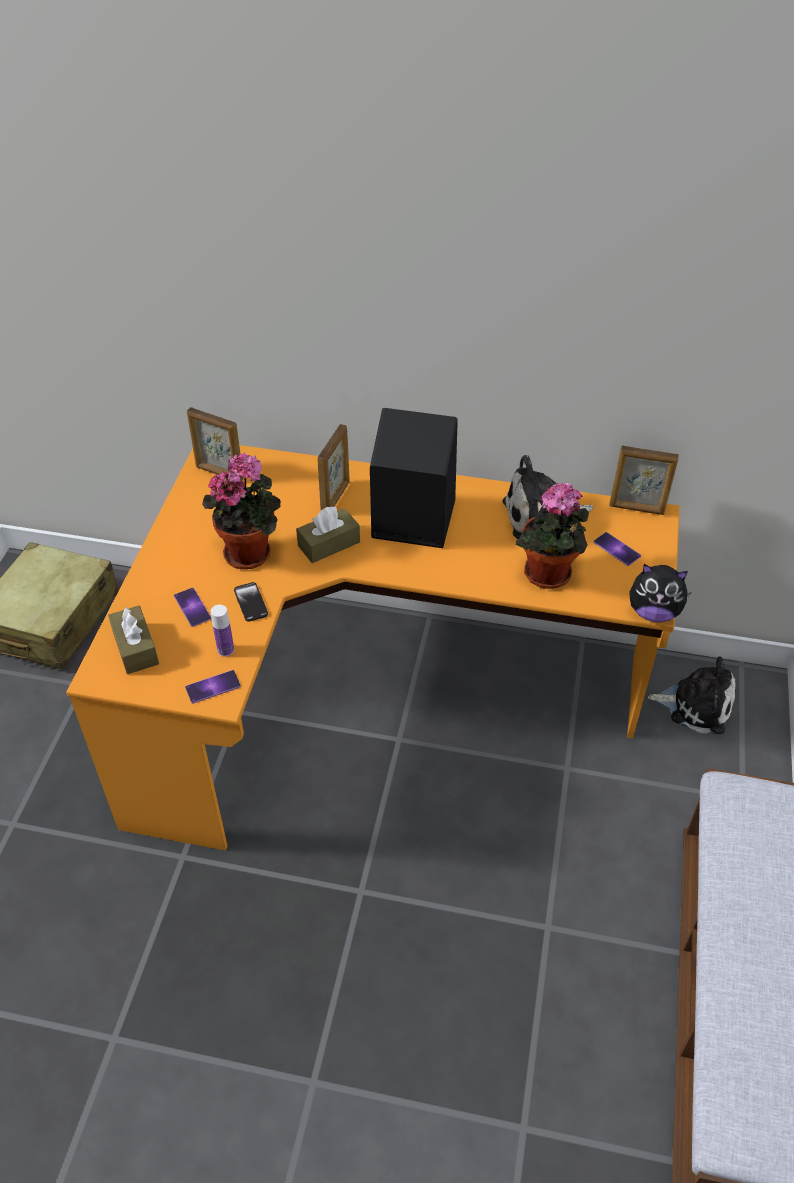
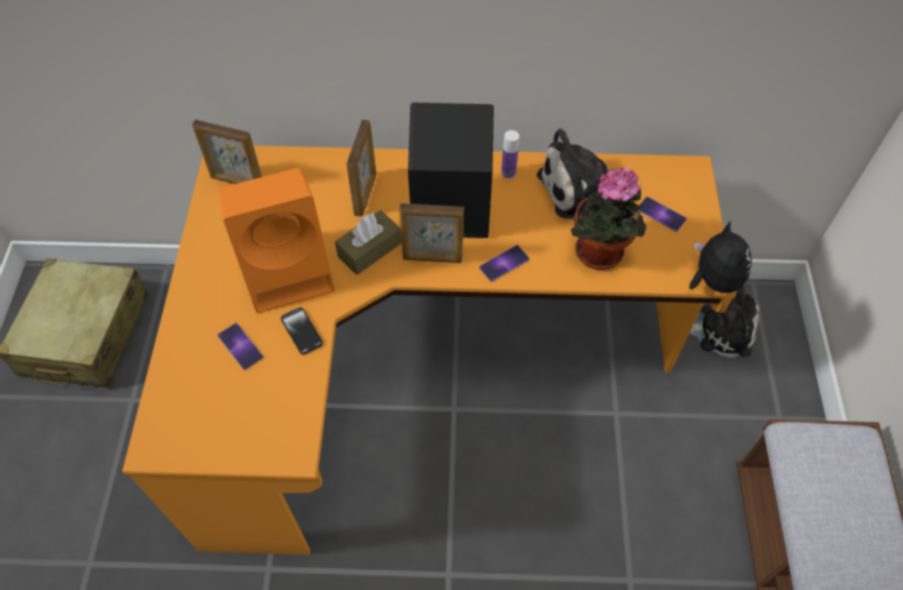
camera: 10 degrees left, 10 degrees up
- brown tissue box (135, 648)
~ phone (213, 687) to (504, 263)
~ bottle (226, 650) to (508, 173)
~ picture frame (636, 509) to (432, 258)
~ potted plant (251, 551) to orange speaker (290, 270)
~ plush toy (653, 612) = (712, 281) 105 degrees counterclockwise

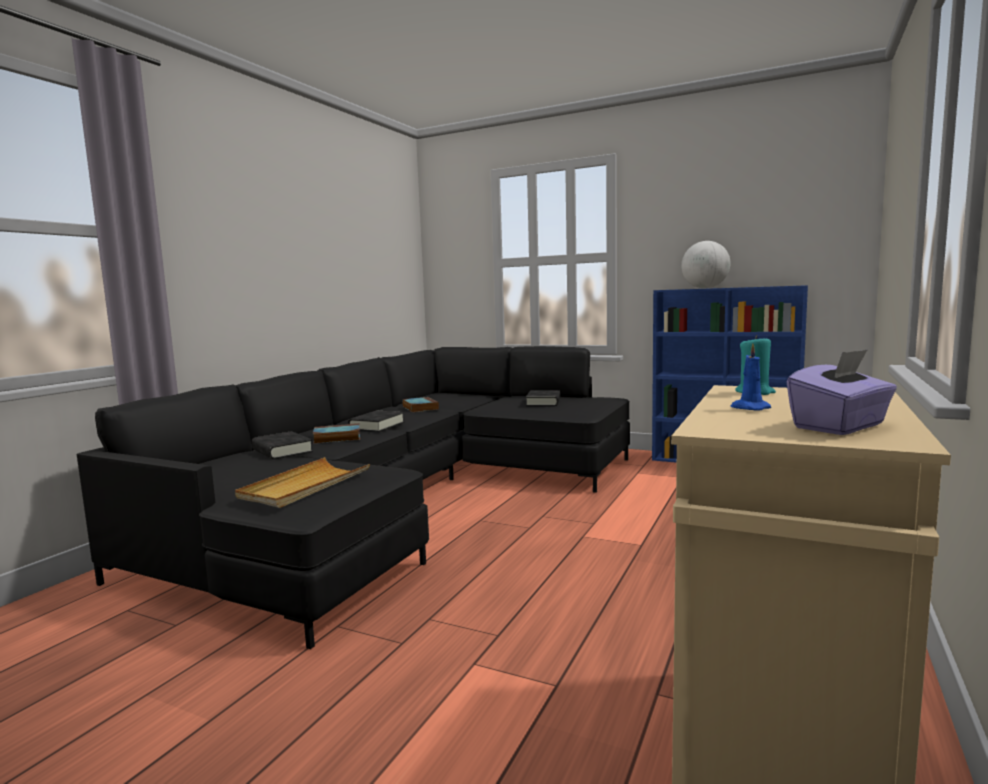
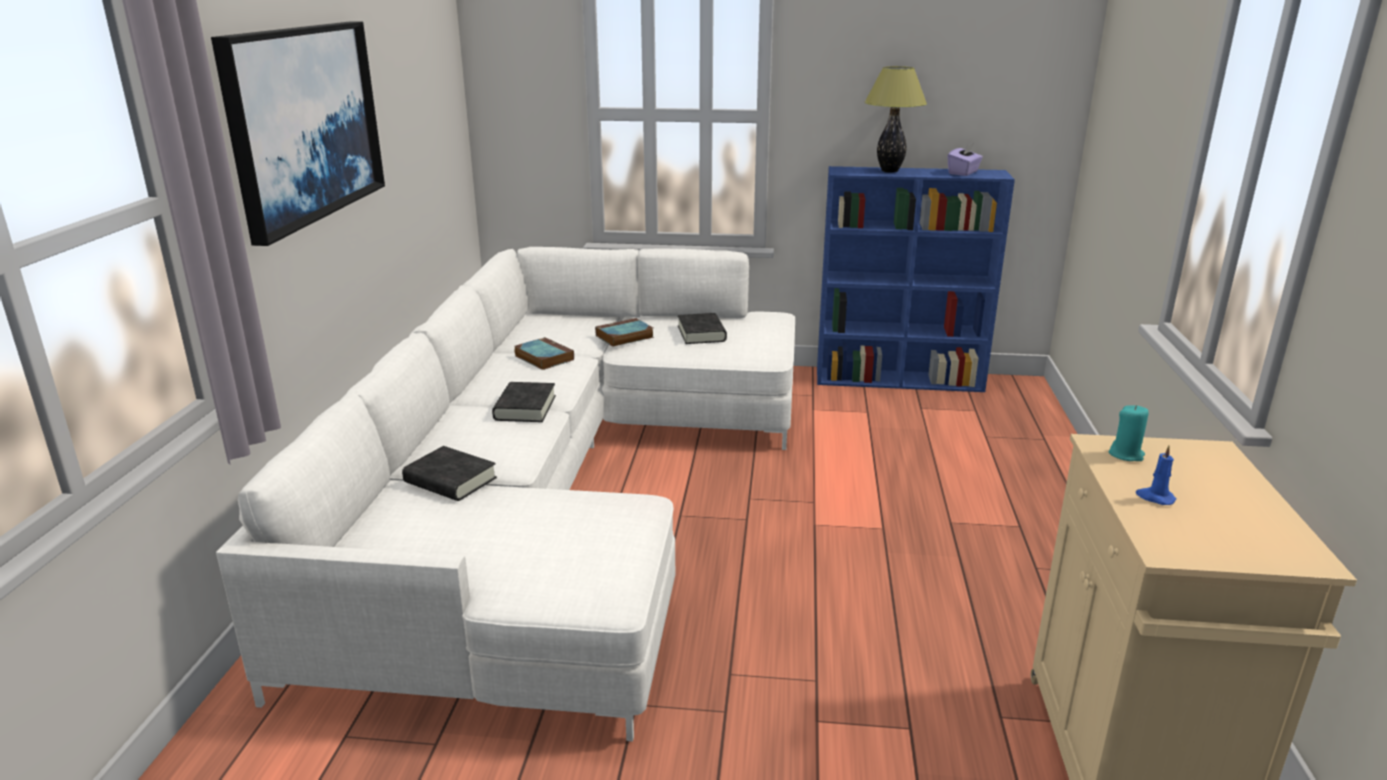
camera: 20 degrees left, 15 degrees up
- beige tray (305, 486)
+ picture (304, 123)
~ book (336, 438) to (624, 337)
~ purple tissue box (840, 427) to (963, 173)
~ globe (705, 288) to table lamp (890, 171)
~ black sofa (408, 499) to white sofa (561, 490)

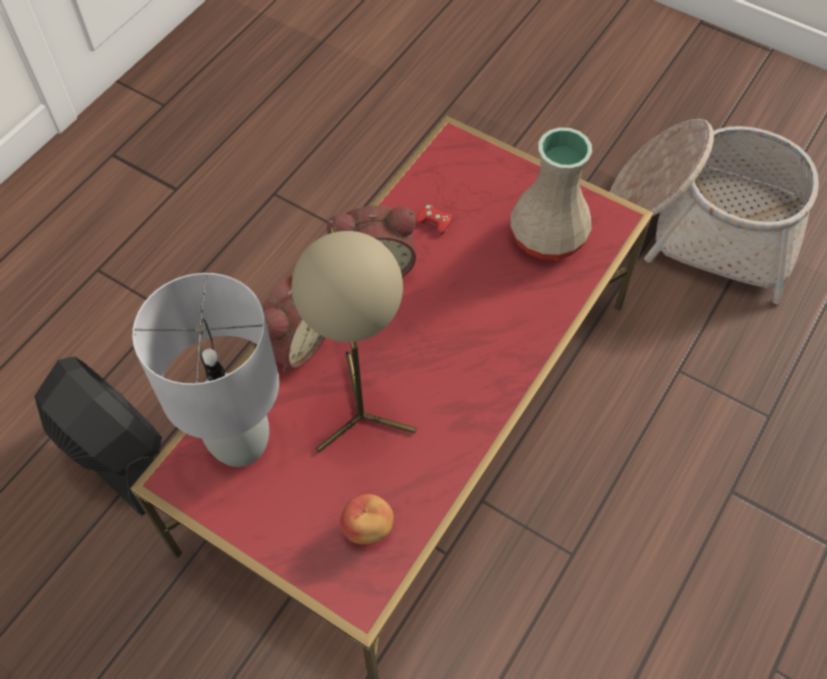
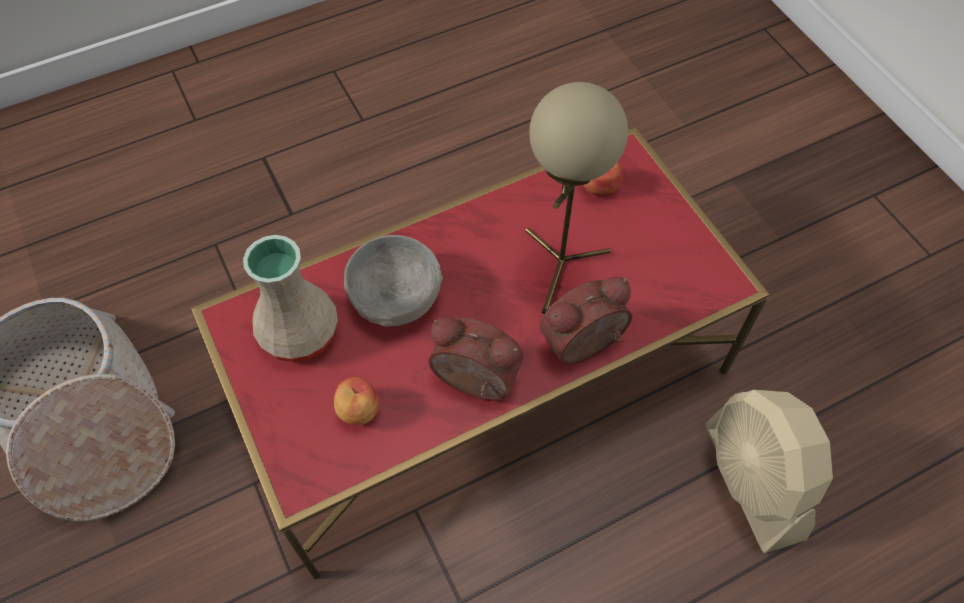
camera: 150 degrees left, 0 degrees up
- grey table lamp (241, 444)
+ grey bowl (394, 297)
~ red game controller (452, 205) to apple (358, 410)
~ black fan (117, 454) to beige fan (753, 481)

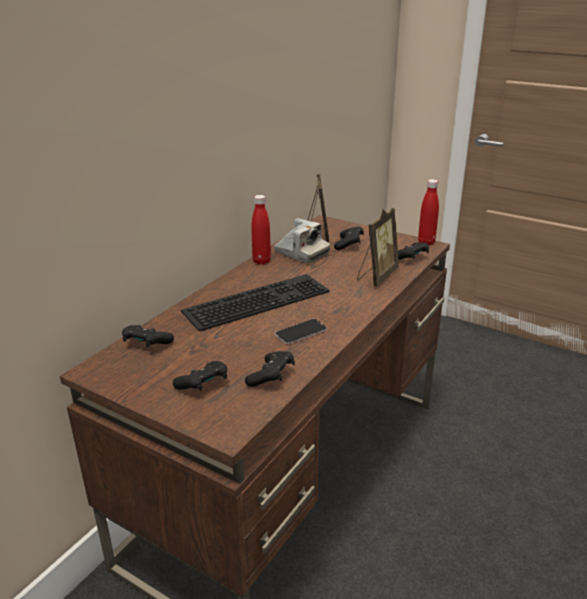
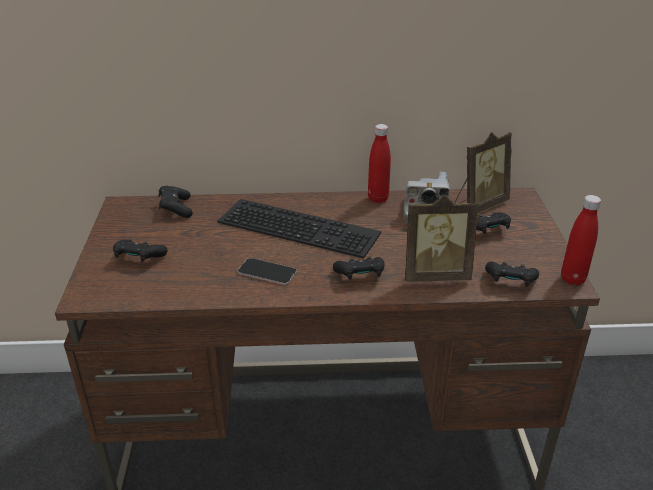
camera: 55 degrees right, 5 degrees up
~ black game controller (271, 377) to (360, 276)

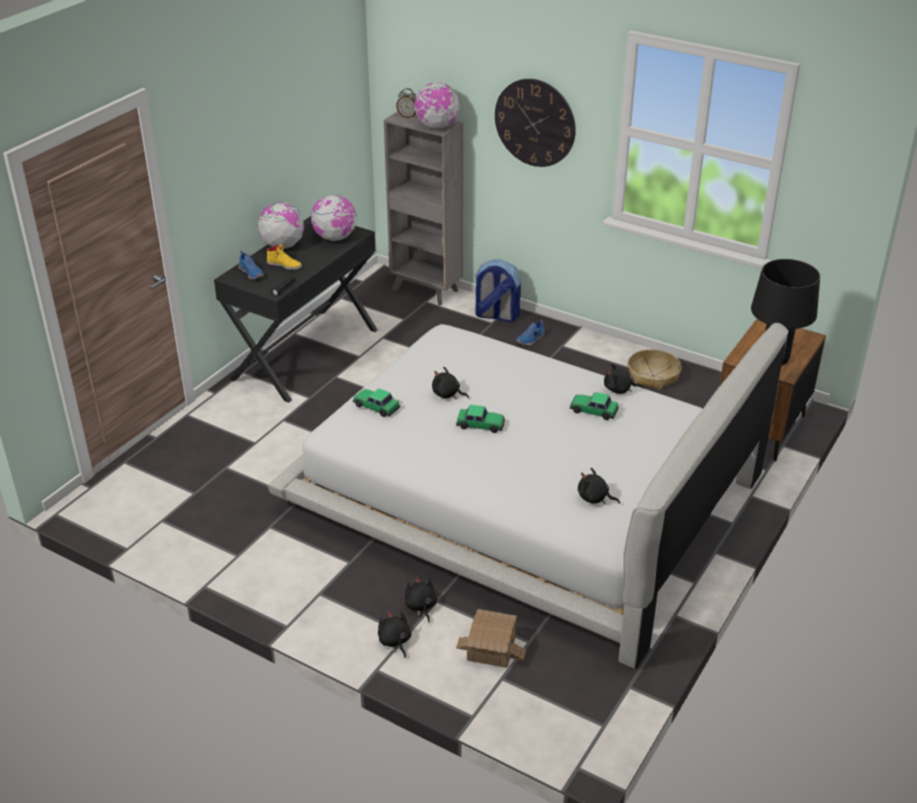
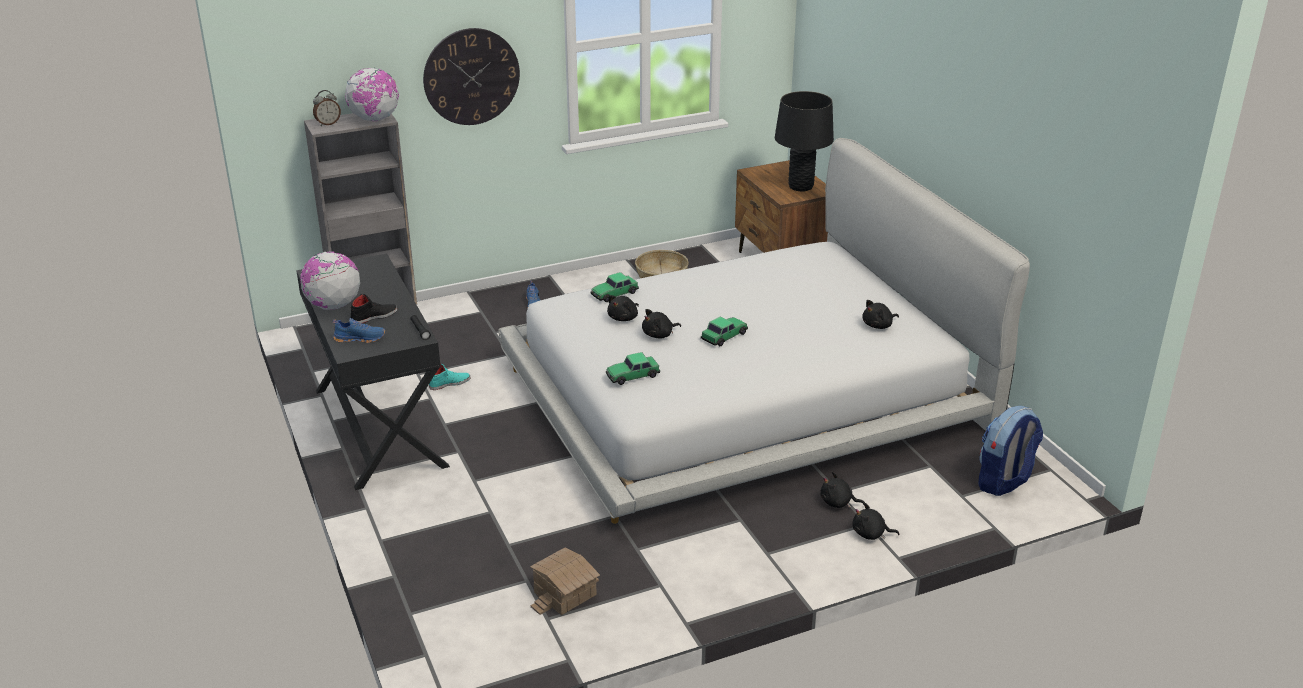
camera: 55 degrees left, 5 degrees down
- globe (335, 238)
+ turquoise shoe (449, 383)
~ toy house (491, 648) to (564, 593)
~ backpack (496, 315) to (1004, 482)
~ toy car (593, 410) to (614, 293)
~ black plush toy (619, 390) to (624, 318)
~ yellow shoe (284, 265) to black shoe (374, 316)

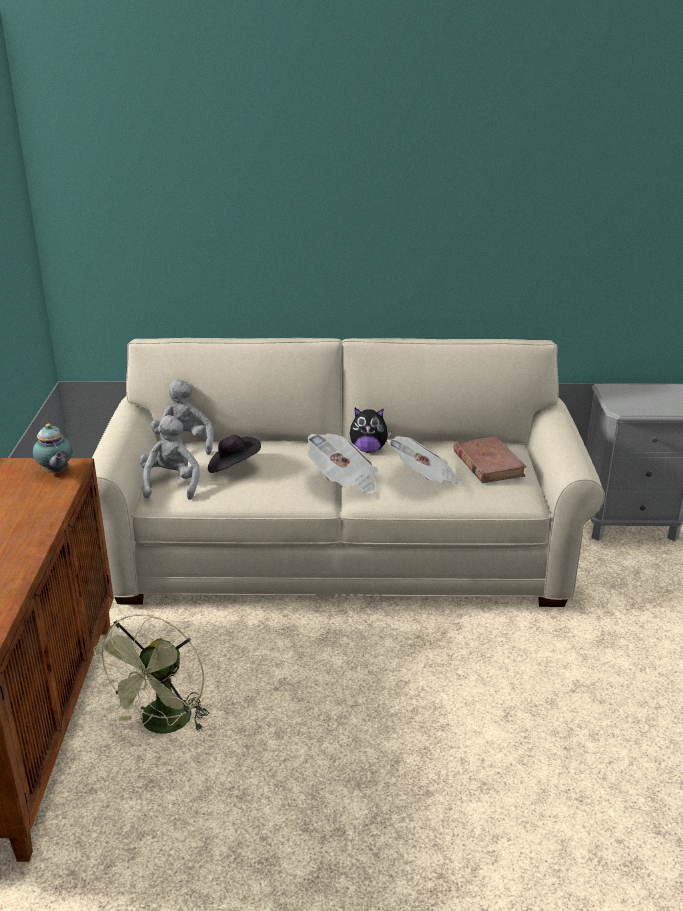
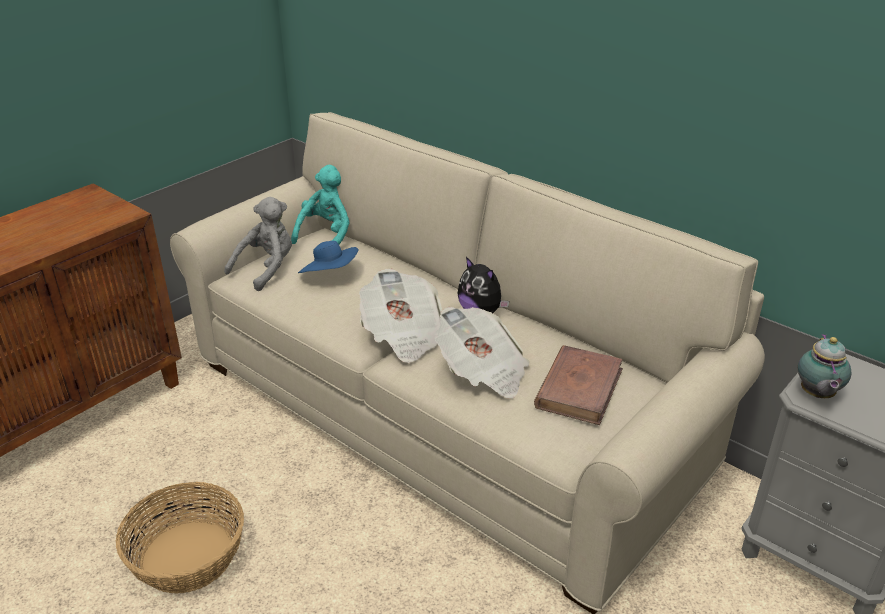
camera: 40 degrees right, 5 degrees up
- green fan (162, 725)
+ basket (188, 556)
~ teapot (56, 472) to (816, 395)
~ grey plush toy (183, 444) to turquoise plush toy (327, 235)
~ black hat (233, 467) to blue hat (330, 275)

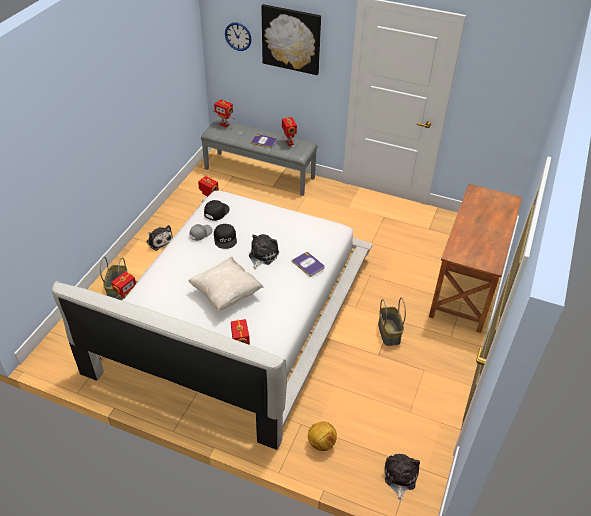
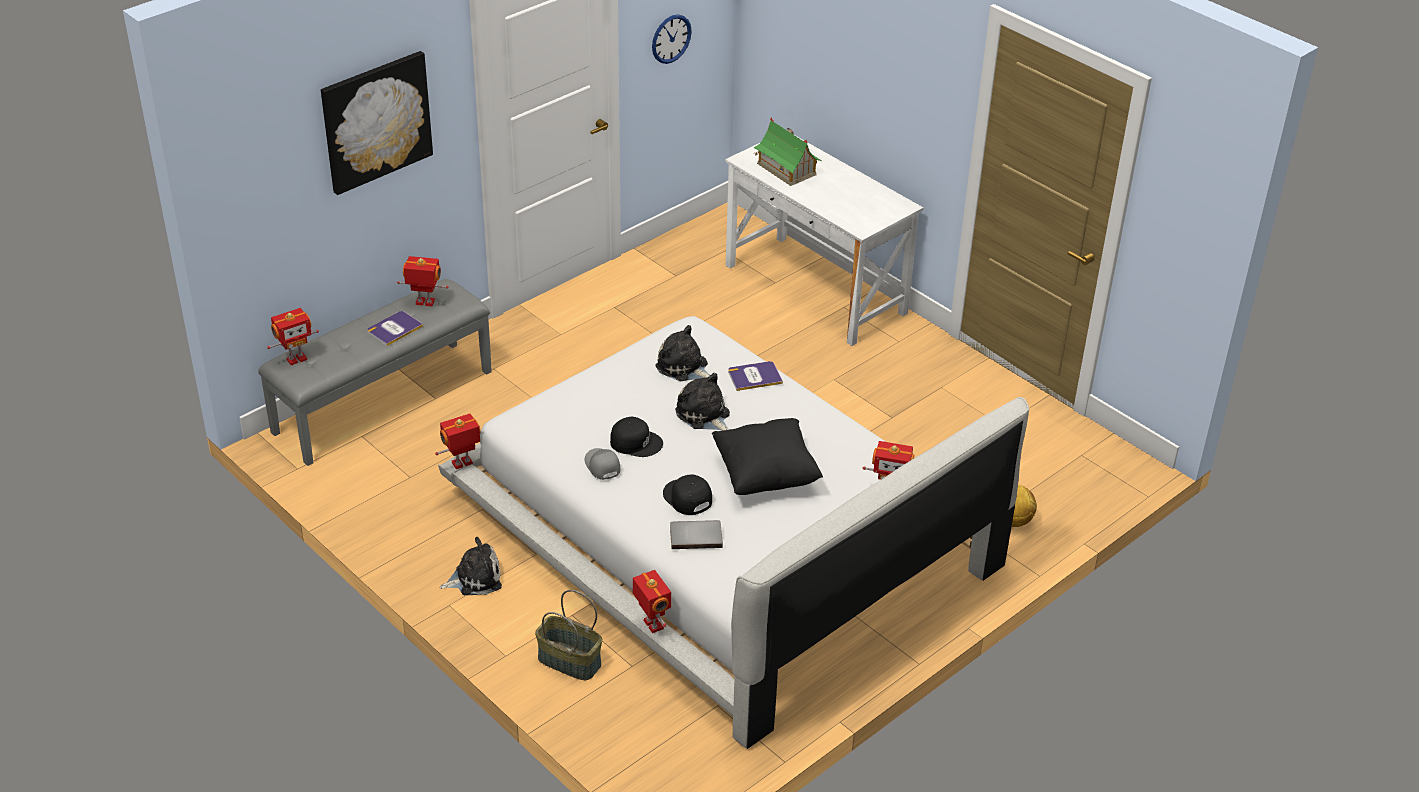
camera: 65 degrees left, 5 degrees down
- basket (389, 333)
+ grey book (696, 535)
+ toy house (786, 169)
~ black cap (216, 211) to (687, 498)
~ wall clock (238, 36) to (671, 38)
~ plush toy (400, 477) to (684, 367)
~ beige pillow (226, 294) to black pillow (766, 475)
~ brown desk (467, 285) to white desk (815, 289)

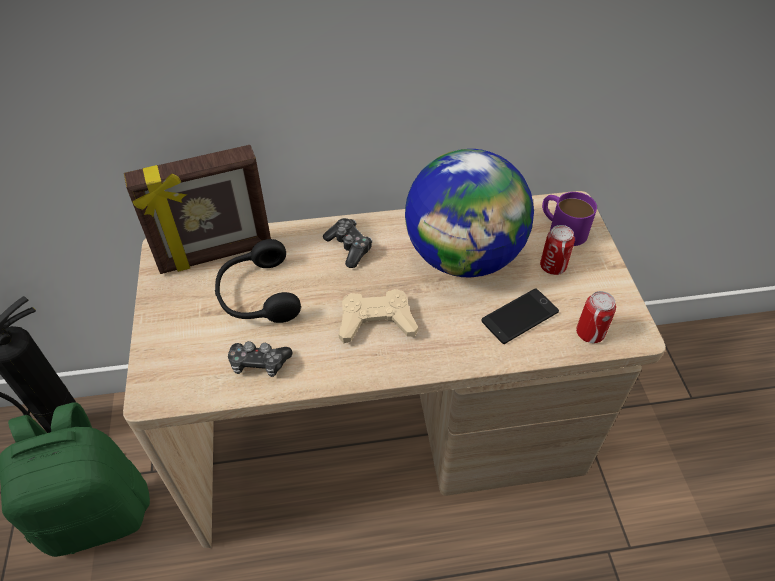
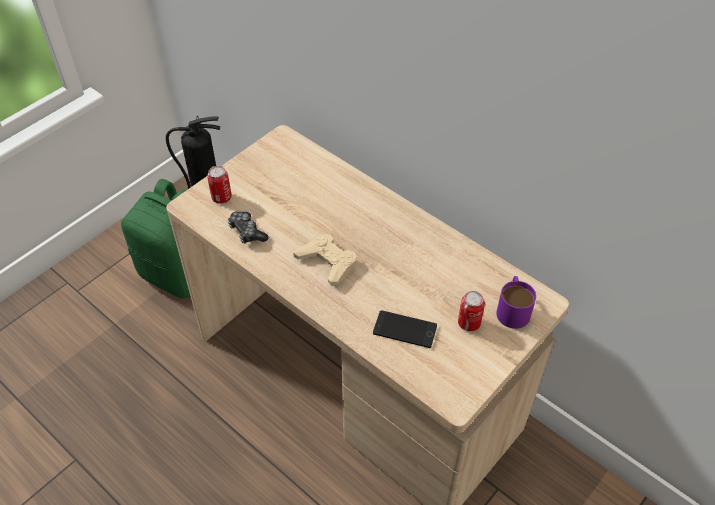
camera: 50 degrees right, 0 degrees up
- picture frame (216, 255)
- black headphones (257, 295)
- game controller (349, 247)
- globe (464, 257)
~ can (590, 333) to (221, 197)

